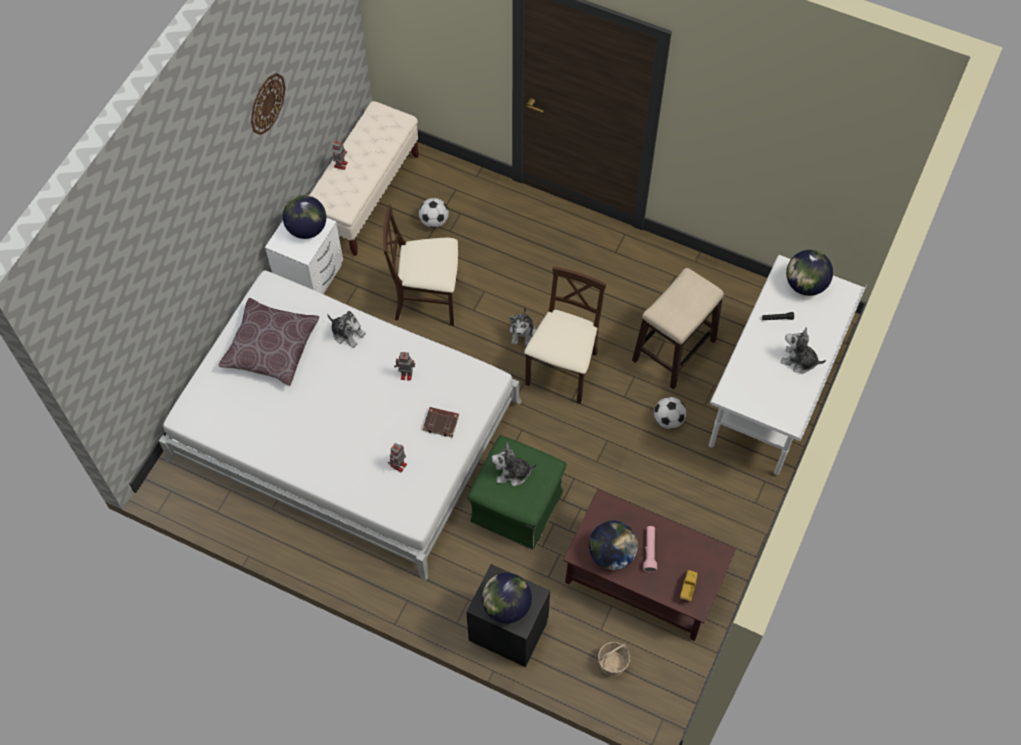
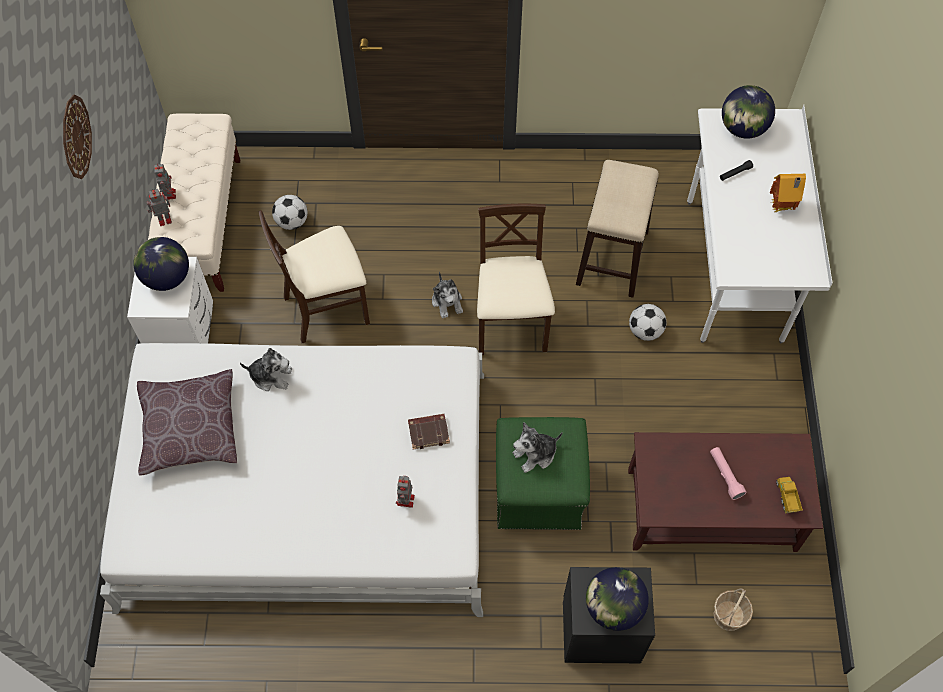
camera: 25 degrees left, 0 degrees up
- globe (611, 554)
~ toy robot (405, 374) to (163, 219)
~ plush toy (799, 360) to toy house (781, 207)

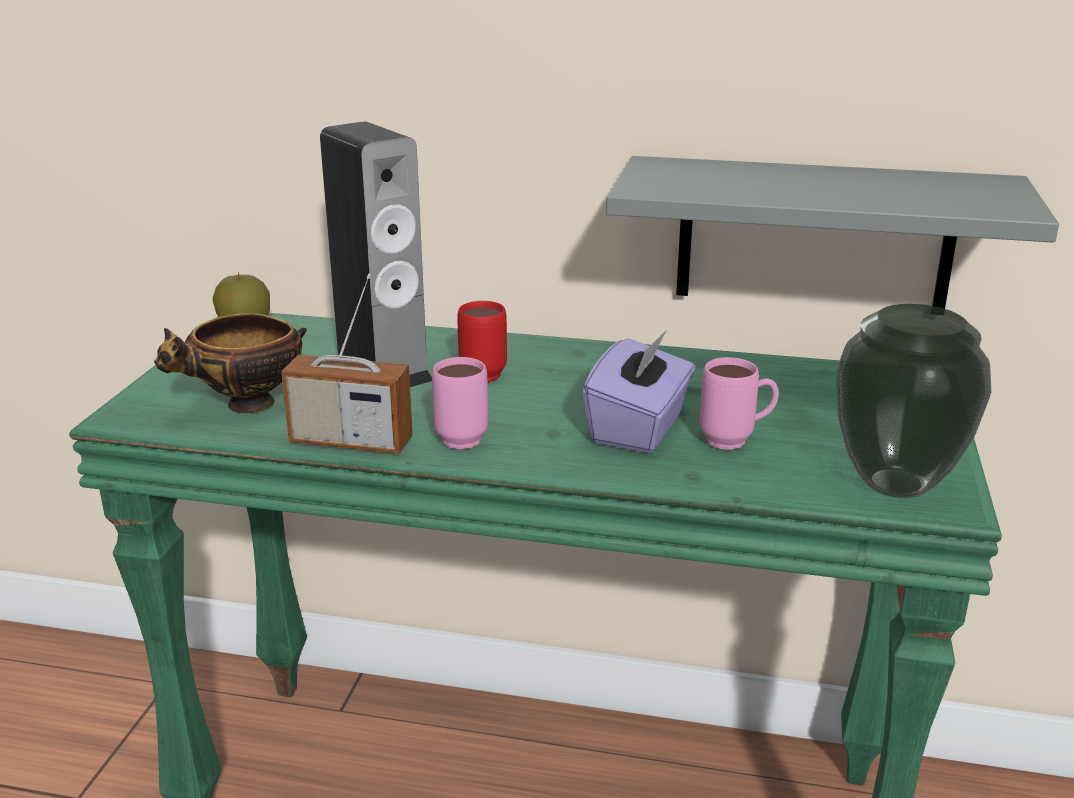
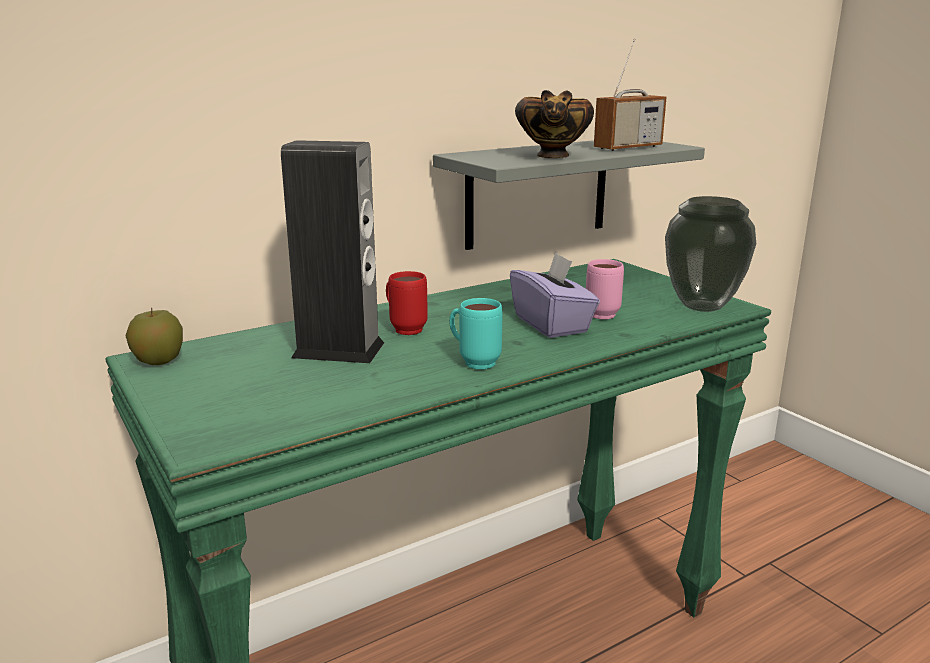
camera: 45 degrees left, 5 degrees down
~ bowl (246, 406) to (553, 156)
~ radio (351, 441) to (628, 148)
~ pink mug (461, 436) to turquoise mug (473, 362)

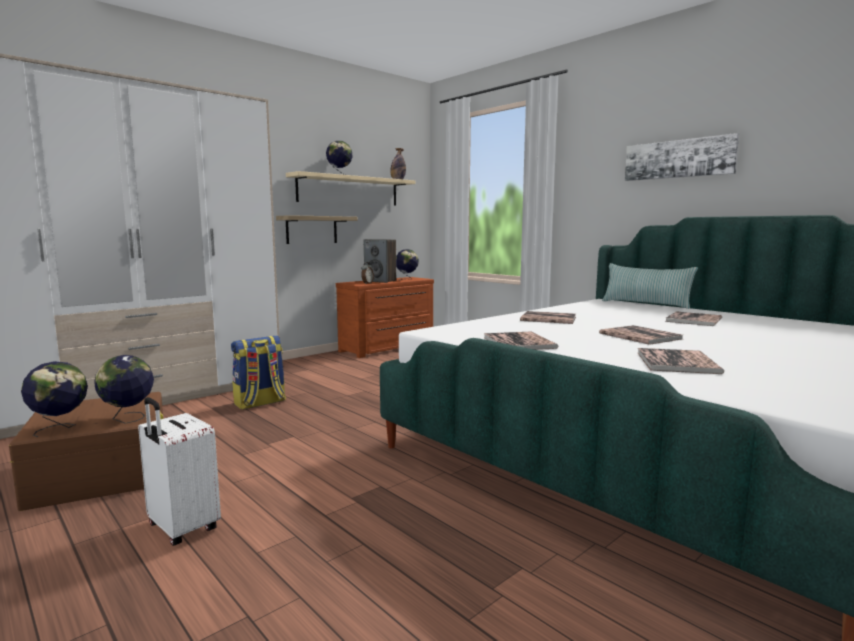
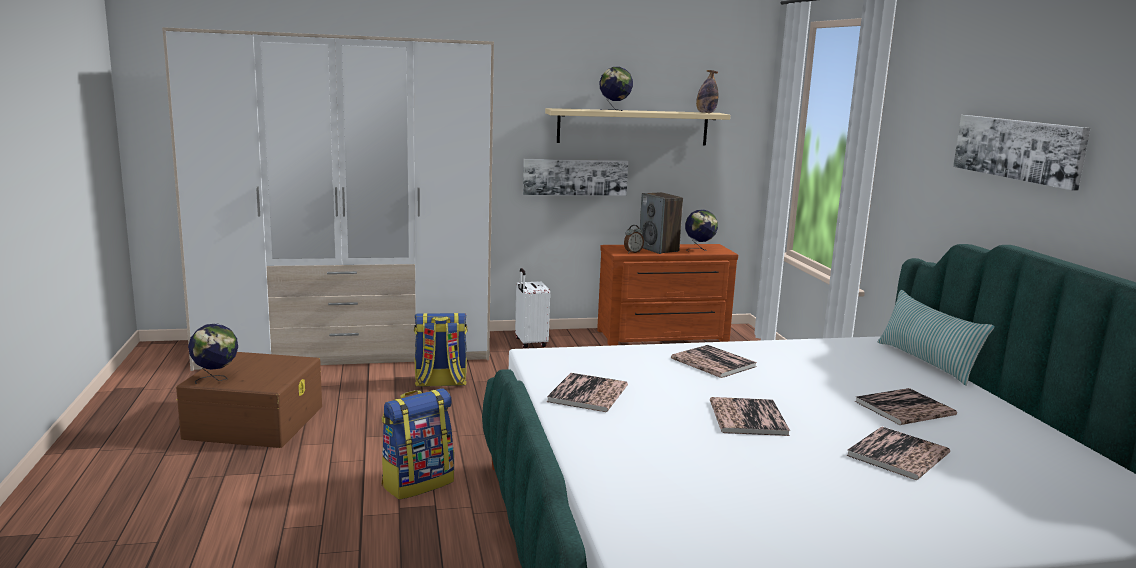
camera: 30 degrees right, 5 degrees up
- globe (128, 419)
+ backpack (417, 483)
~ white suitcase (181, 529) to (530, 343)
~ book (677, 362) to (898, 454)
~ shelf (311, 229) to picture (575, 177)

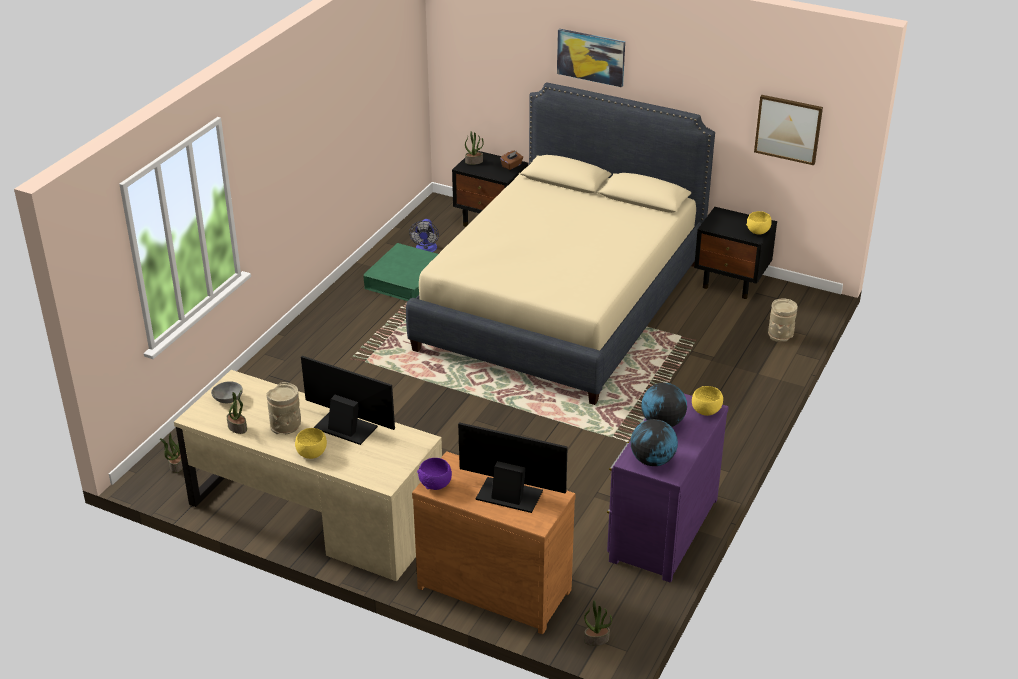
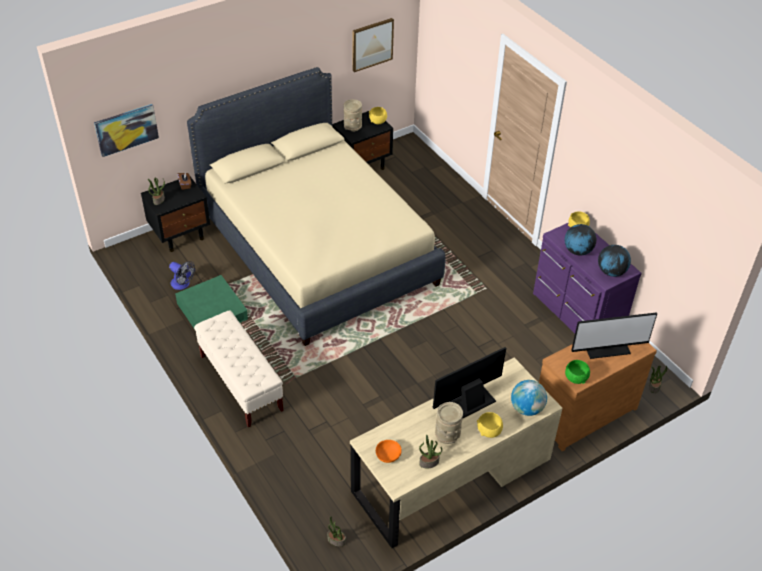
camera: 60 degrees left, 10 degrees up
+ beige bench (241, 383)
+ globe (527, 408)
~ picture (591, 57) to (126, 129)
~ beige vase (781, 335) to (353, 126)
~ grey bowl (228, 398) to orange bowl (388, 455)
~ purple bowl (436, 484) to green bowl (576, 378)
~ monitor (509, 494) = (606, 348) 150 degrees counterclockwise

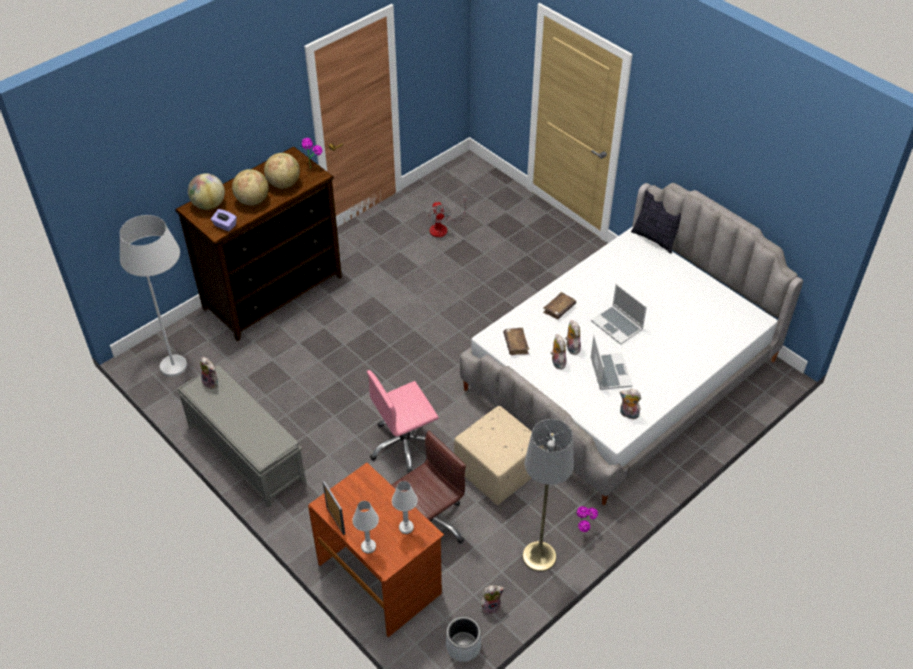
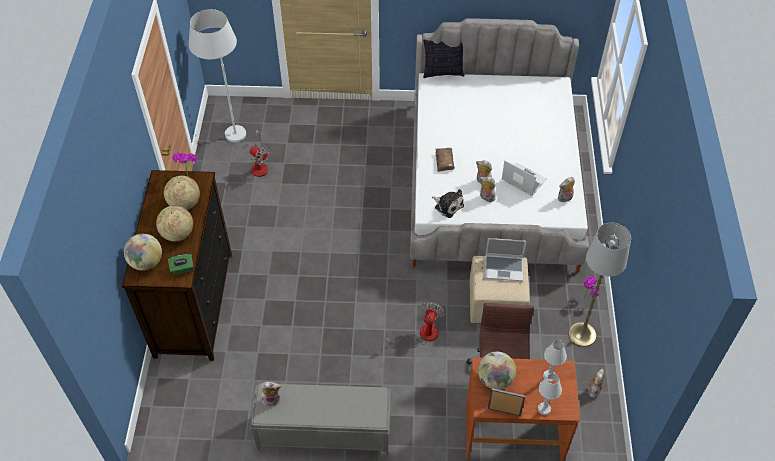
camera: 45 degrees left, 5 degrees up
- grey planter (463, 646)
+ globe (495, 379)
~ white floor lamp (178, 355) to (229, 127)
~ laptop (617, 326) to (504, 268)
~ pink office chair (404, 445) to fan (422, 335)
~ brown book (515, 344) to plush toy (448, 205)
~ purple tissue box (225, 225) to green tissue box (182, 269)

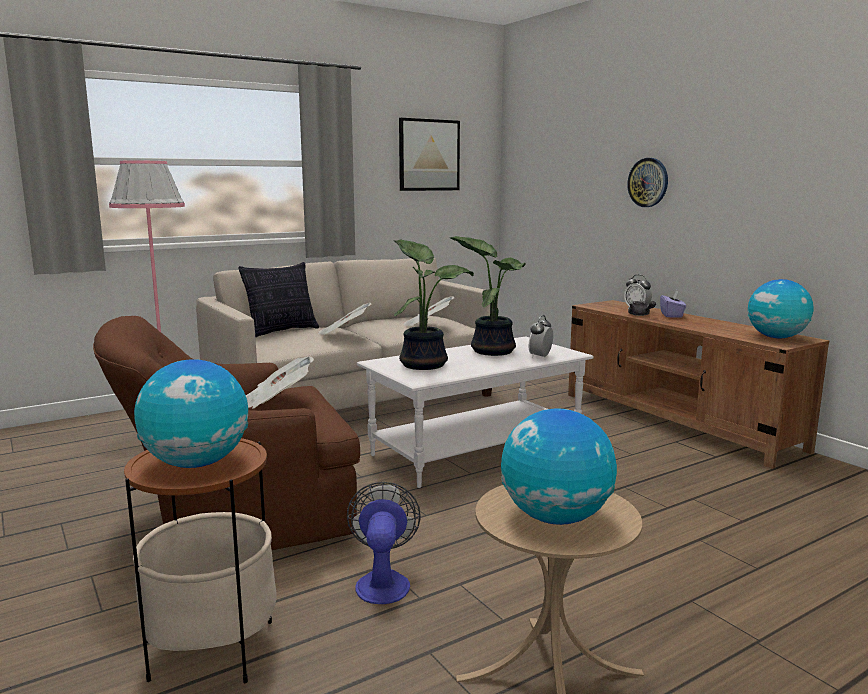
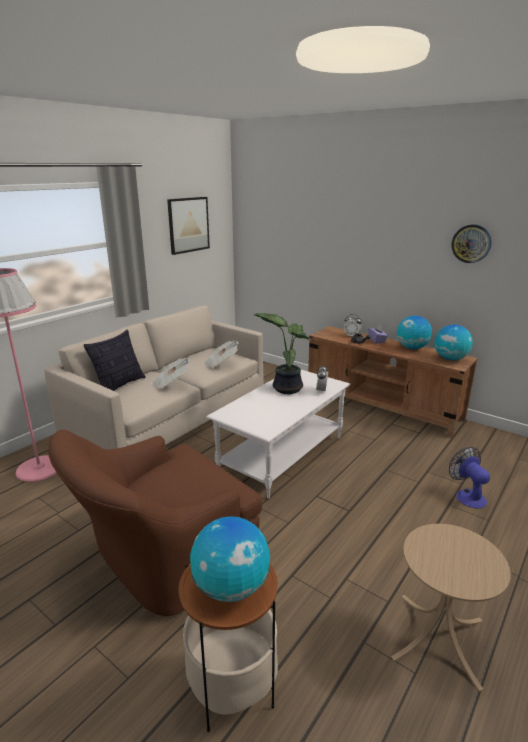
camera: 20 degrees left, 10 degrees up
- newspaper (275, 402)
- potted plant (424, 364)
~ fan (383, 581) to (467, 495)
~ globe (555, 518) to (412, 348)
~ wall clock (648, 182) to (471, 243)

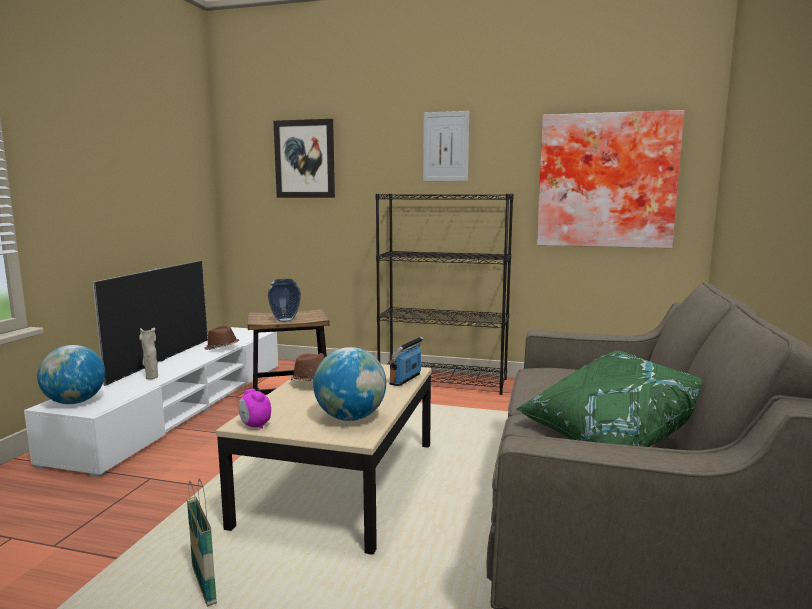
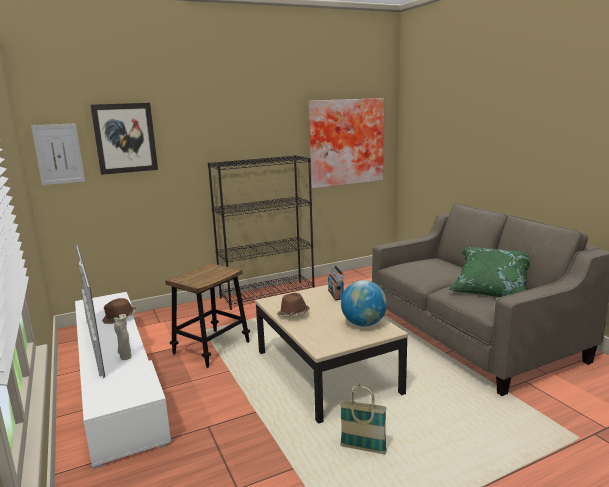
camera: 40 degrees left, 5 degrees up
- globe (75, 402)
- alarm clock (255, 426)
- vase (285, 320)
~ picture (445, 146) to (59, 154)

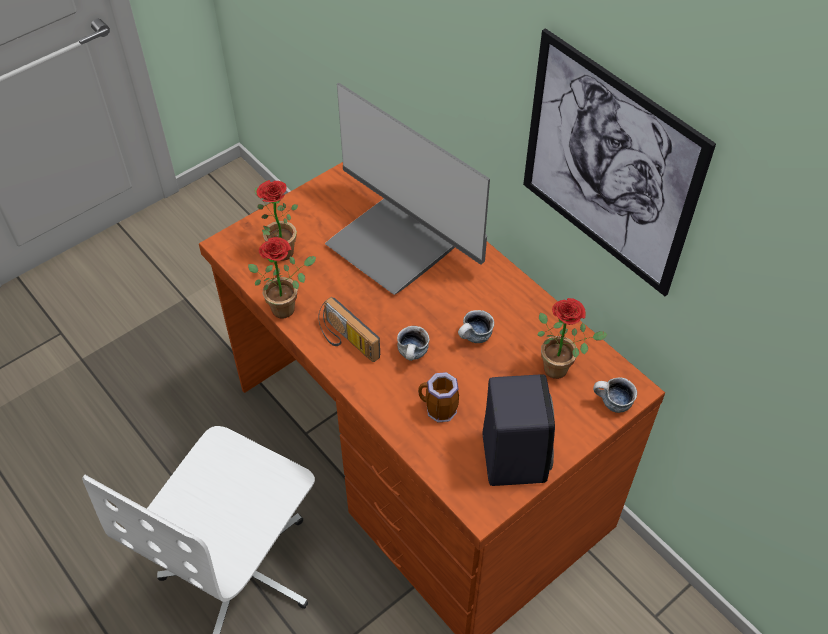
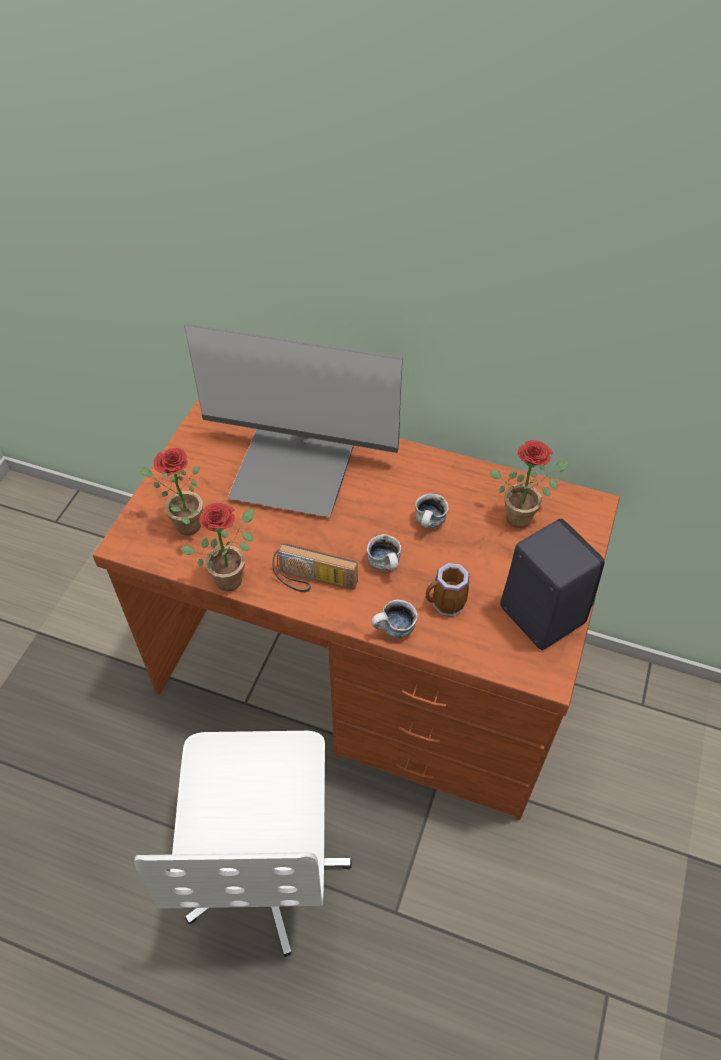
camera: 30 degrees left, 0 degrees up
- picture (608, 165)
~ mug (611, 404) to (393, 631)

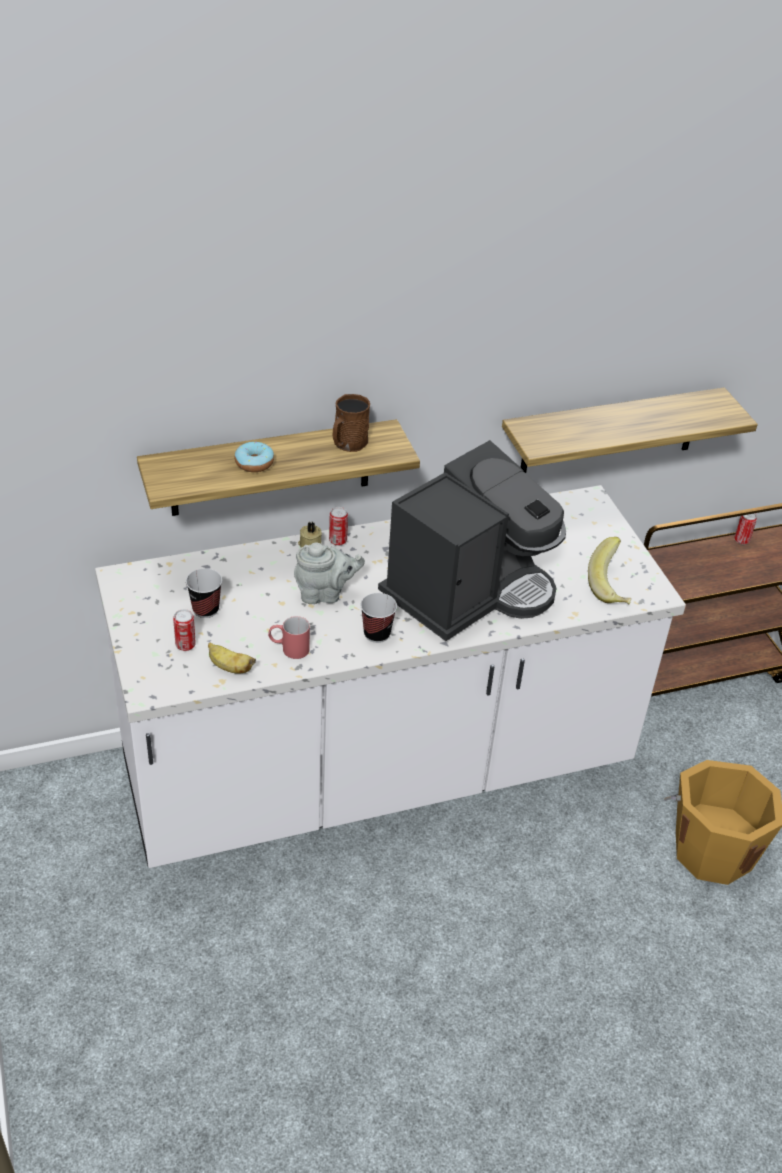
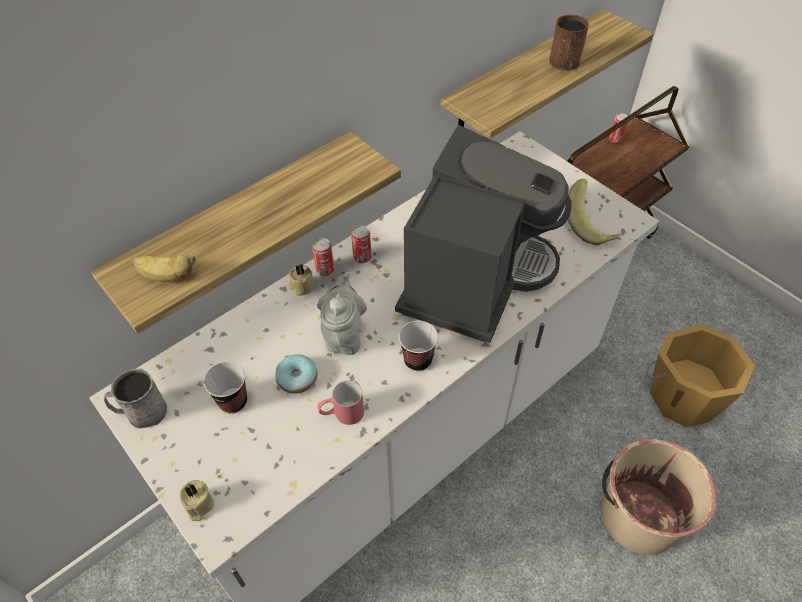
camera: 20 degrees left, 10 degrees up
+ grey mug (141, 413)
+ beige candle (198, 505)
+ beige bucket (638, 516)
~ can (185, 645) to (362, 257)
~ banana (229, 667) to (167, 276)
~ donut (254, 463) to (297, 378)
~ brown mug (348, 444) to (564, 64)
~ grey teapot (325, 594) = (344, 334) 60 degrees counterclockwise

